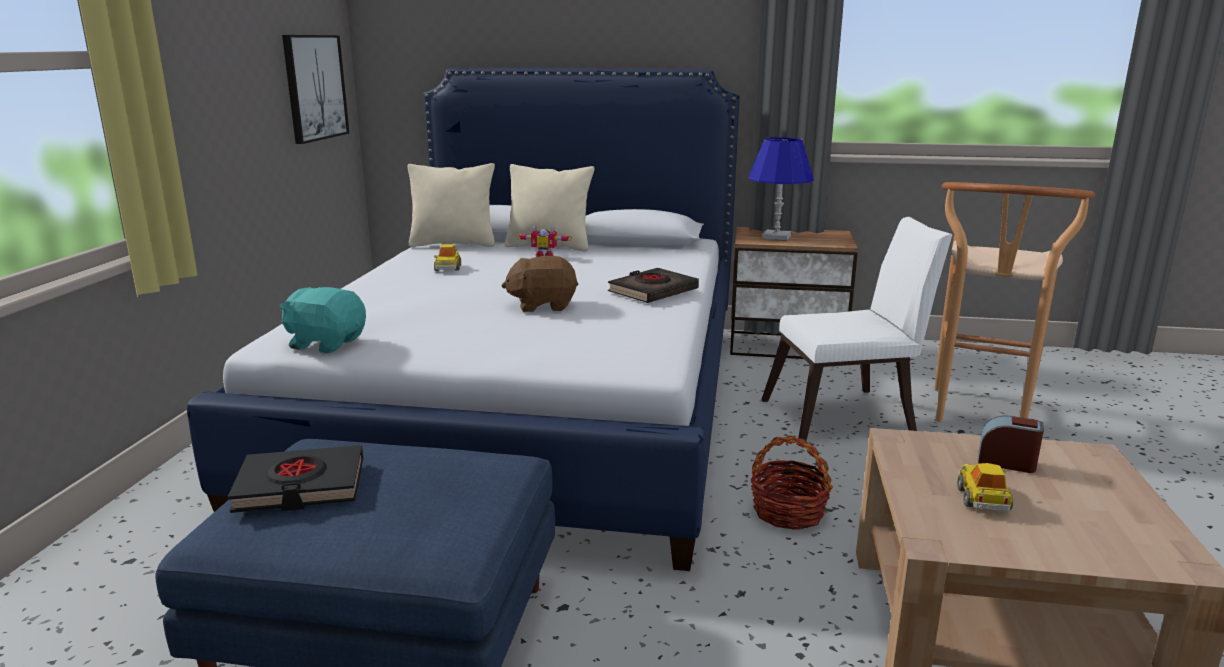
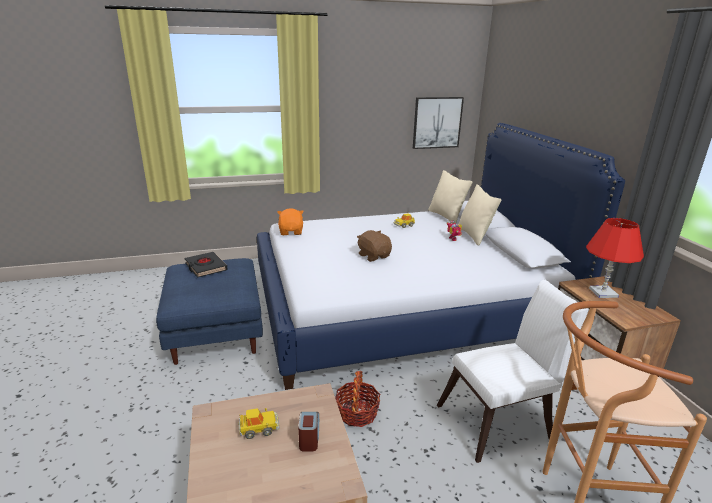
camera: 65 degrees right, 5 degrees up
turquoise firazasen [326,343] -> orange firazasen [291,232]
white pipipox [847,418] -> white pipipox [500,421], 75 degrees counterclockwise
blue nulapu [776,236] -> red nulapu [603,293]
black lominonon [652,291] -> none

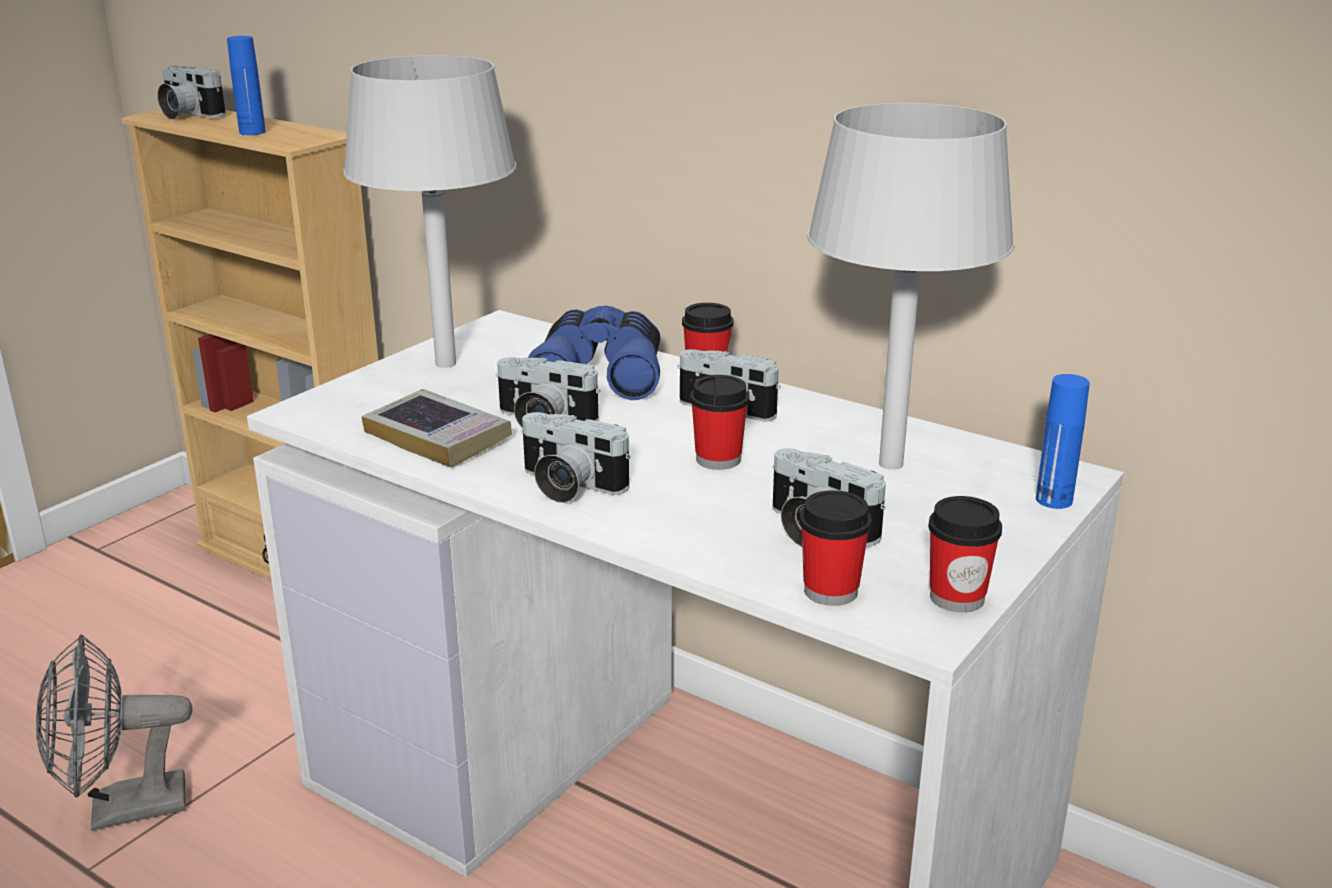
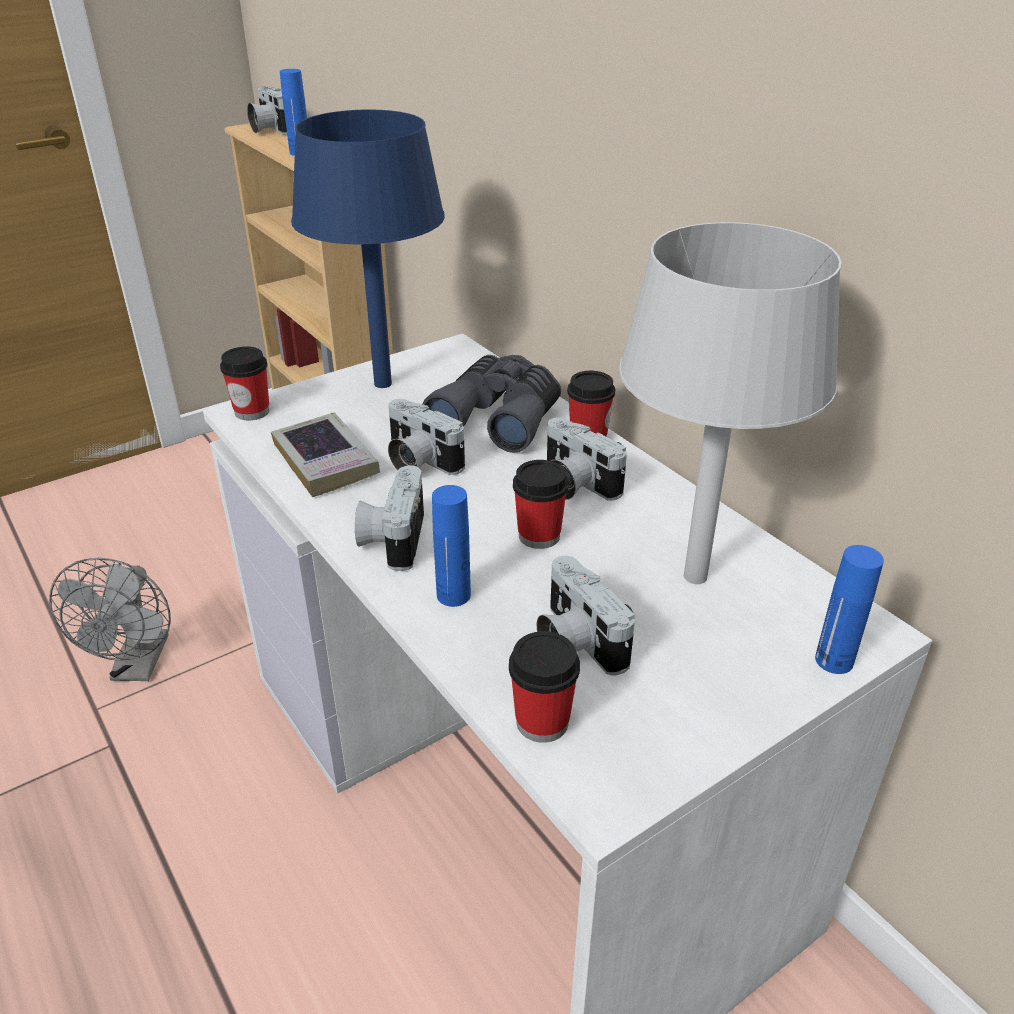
camera: 20 degrees right, 10 degrees up
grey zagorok [122,810] -> grey zagorok [138,667], 90 degrees counterclockwise
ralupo [957,597] -> ralupo [252,411], moved
grey nulapu [446,364] -> blue nulapu [383,384]
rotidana [567,486] -> rotidana [392,538], 45 degrees clockwise
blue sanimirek [600,373] -> grey sanimirek [500,417]
none -> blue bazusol [453,595]

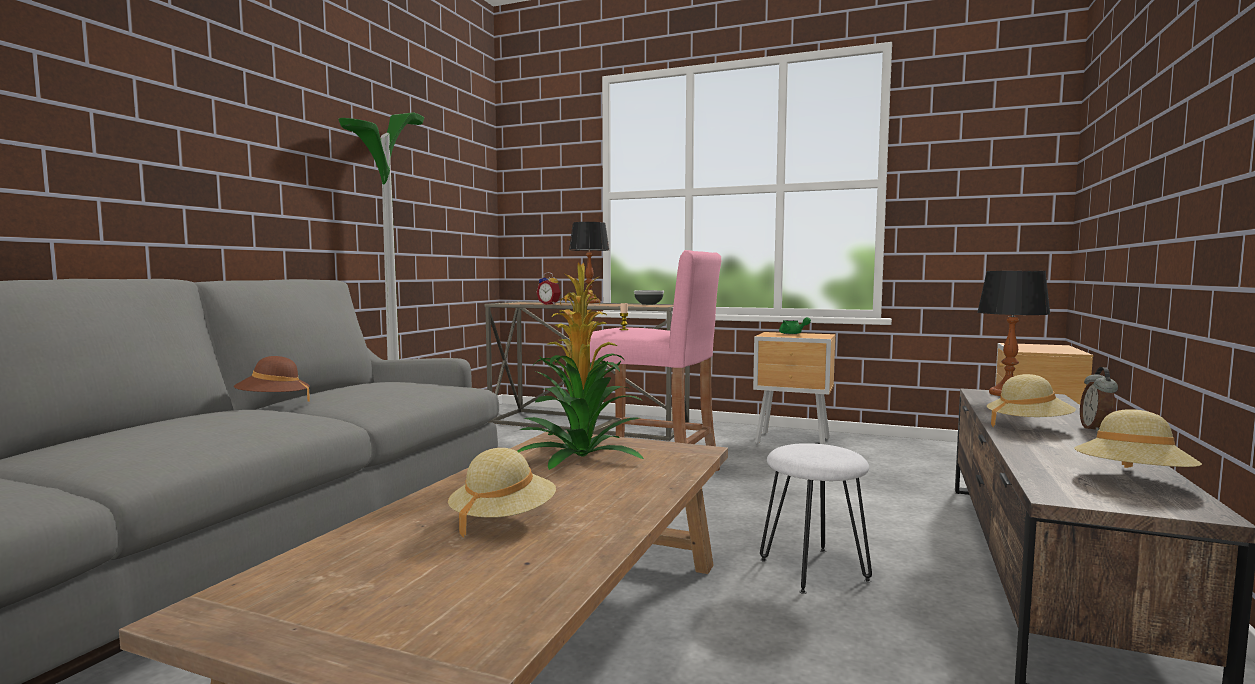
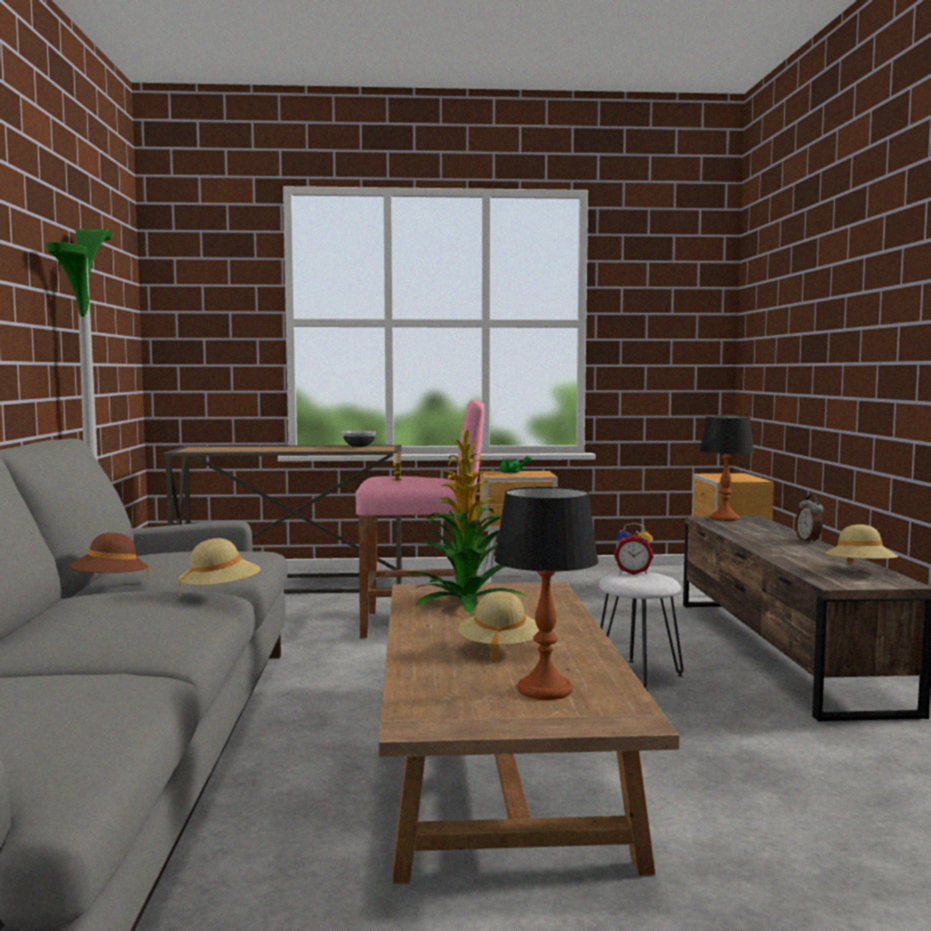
camera: 25 degrees left, 0 degrees up
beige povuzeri [1028,426] -> beige povuzeri [220,593], moved
nulapu [589,302] -> nulapu [544,690], moved
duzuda [549,304] -> duzuda [633,572], moved

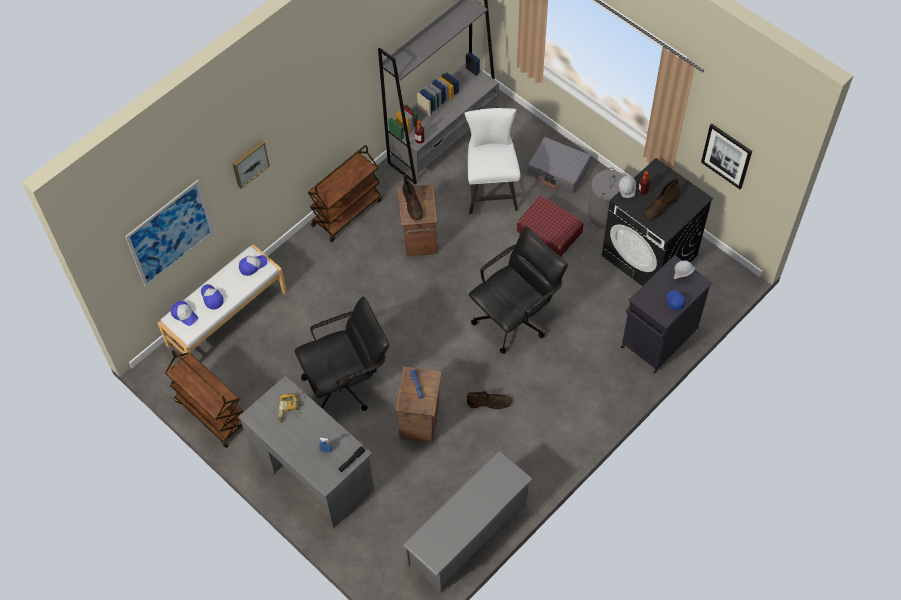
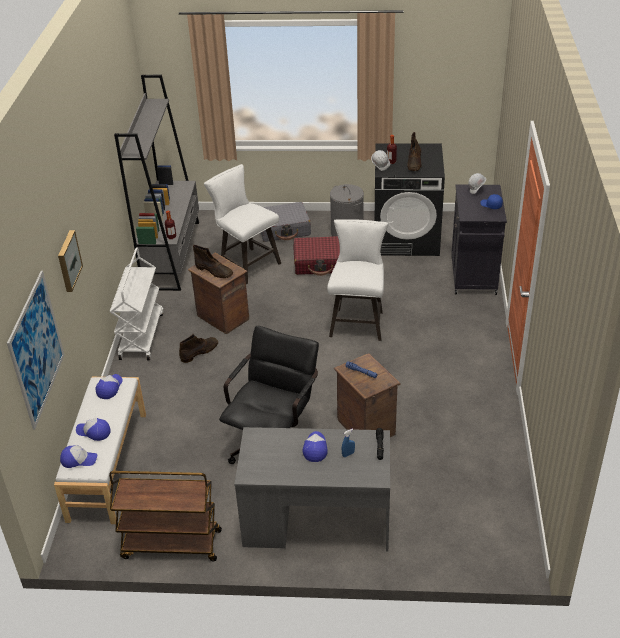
camera: 40 degrees left, 20 degrees down
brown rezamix [347,212] -> white rezamix [141,335]
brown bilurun [489,403] -> brown bilurun [199,352], moved
none -> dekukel [315,448]
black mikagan [515,317] -> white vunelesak [358,321]
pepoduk [290,409] -> none
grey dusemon [468,534] -> none
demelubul [726,156] -> none

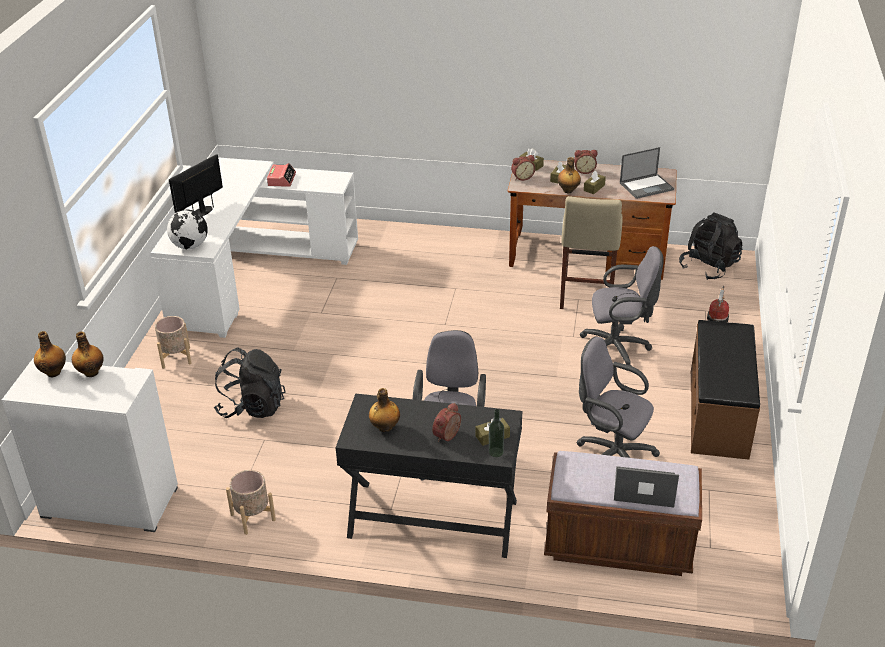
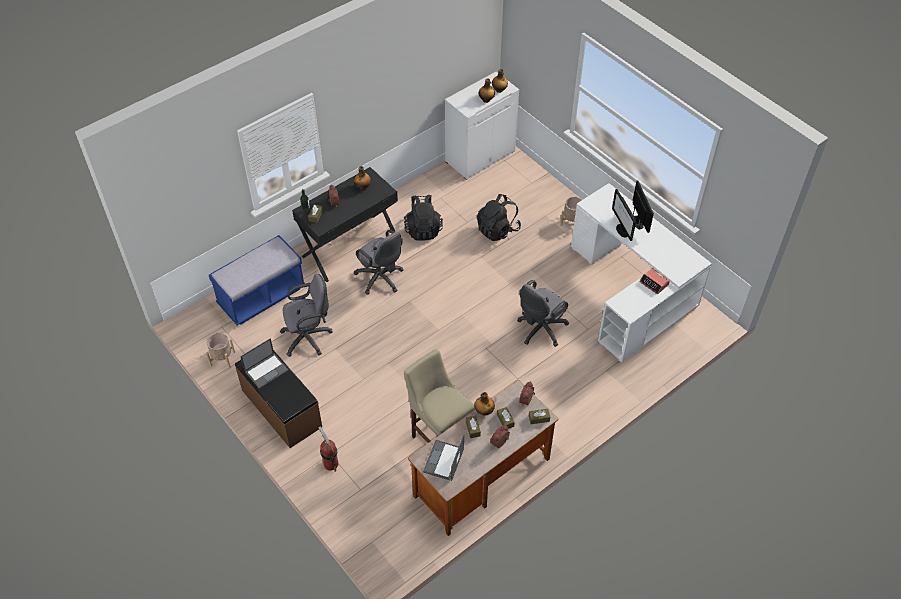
camera: 130 degrees right, 15 degrees up
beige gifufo [252,517] -> beige gifufo [222,358], moved
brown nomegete [618,545] -> blue nomegete [261,296]
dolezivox [643,488] -> dolezivox [266,370], moved
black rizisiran [708,267] -> black rizisiran [423,229], moved
grey mikagan [618,349] -> grey mikagan [540,330], moved
none -> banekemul [621,230]
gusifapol [190,246] -> none

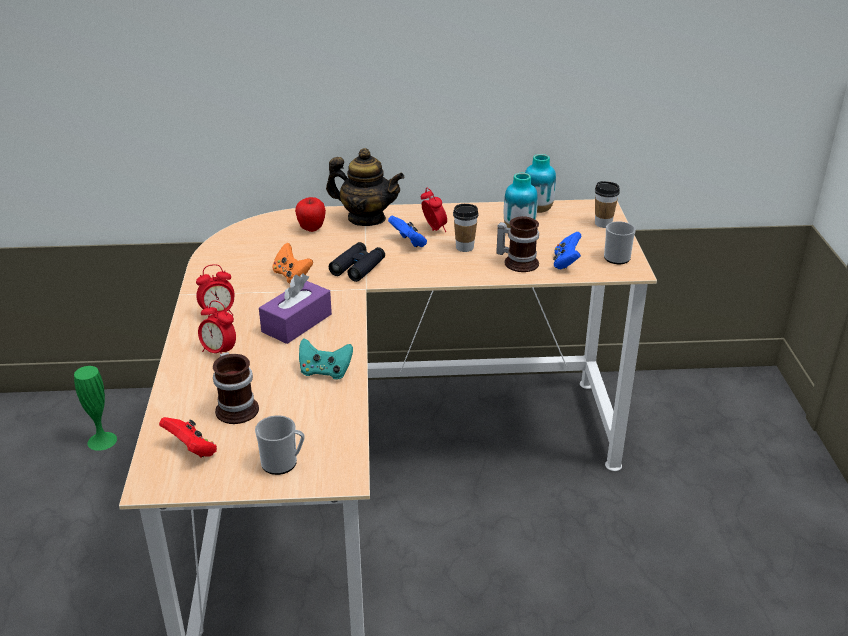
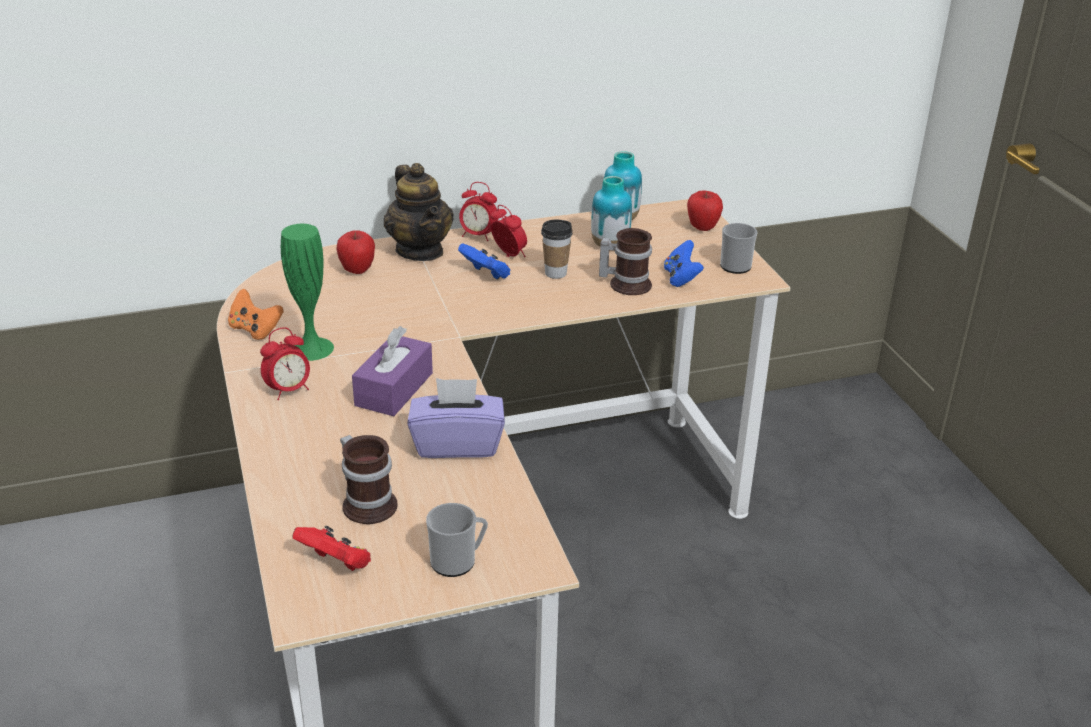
camera: 15 degrees left, 0 degrees up
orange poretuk [292,276] -> orange poretuk [255,330], moved
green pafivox [102,441] -> green pafivox [311,348], moved
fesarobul [366,219] -> fesarobul [420,251], 60 degrees clockwise
turquoise poretuk [325,372] -> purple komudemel [457,444]
duzuda [219,352] -> duzuda [478,235], moved
ralupo [603,224] -> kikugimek [702,228]
black sanimirek [358,267] -> none

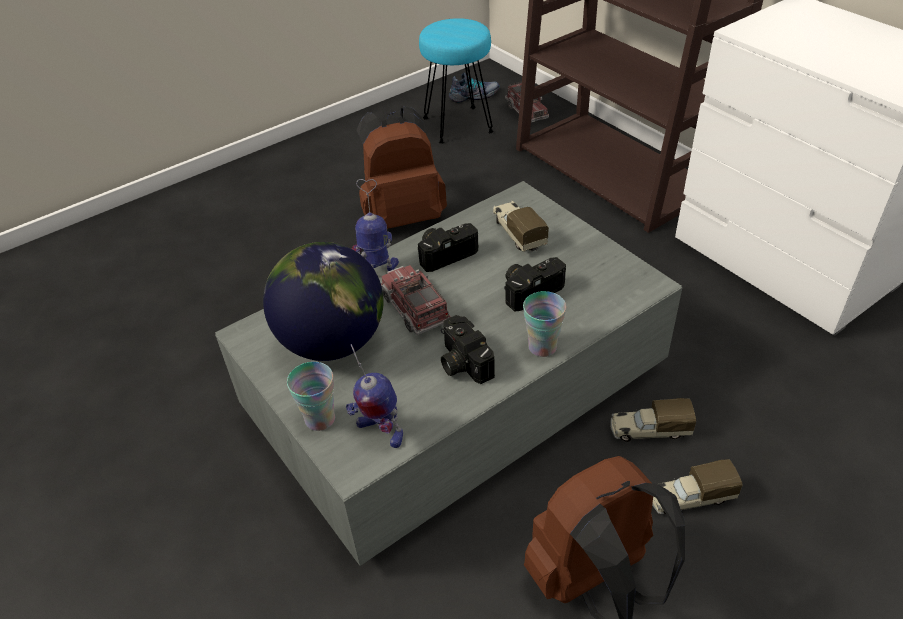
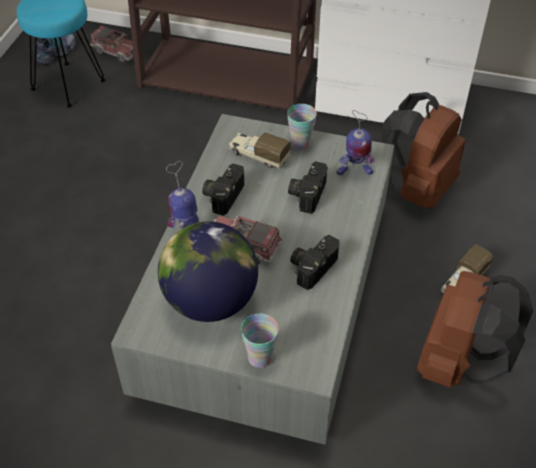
camera: 40 degrees left, 5 degrees up
ralupo [542,347] -> ralupo [300,144], moved
rotidana [461,362] -> rotidana [312,266], 105 degrees clockwise
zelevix [379,431] -> zelevix [354,171], moved
brown rizisiran [403,216] -> brown rizisiran [418,188], moved
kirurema [648,430] -> none

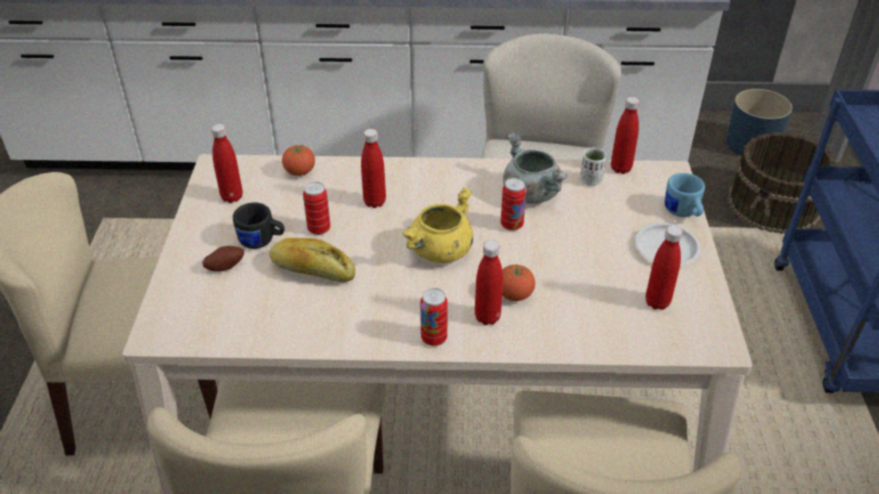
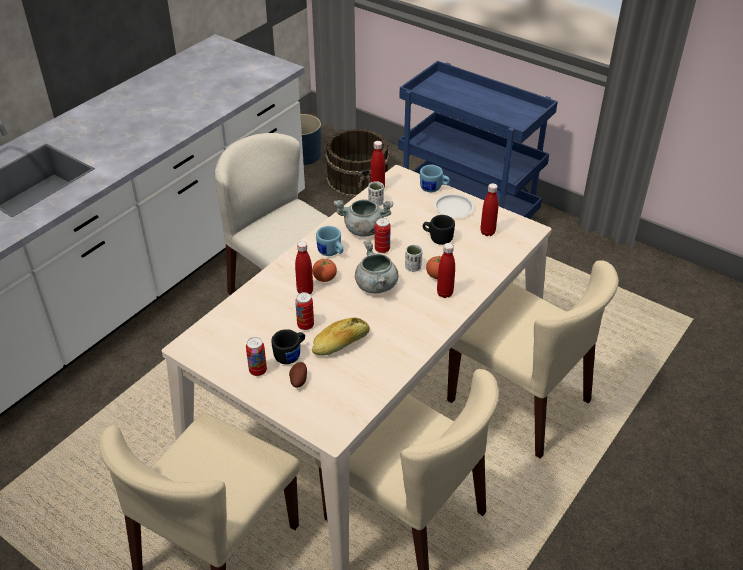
camera: 55 degrees left, 0 degrees up
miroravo [434,338] -> miroravo [258,371], moved
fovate [300,172] -> fovate [324,278], moved
none -> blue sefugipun [331,253]
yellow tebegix [440,251] -> grey tebegix [376,286]
none -> white ralupo [413,267]
none -> black sefugipun [437,238]
red bazusol [232,197] -> none

